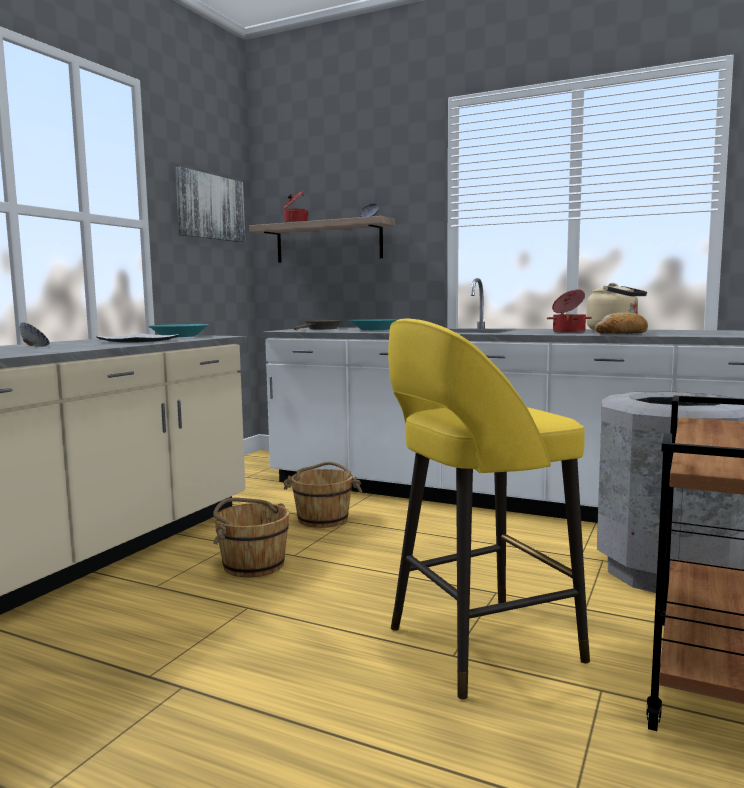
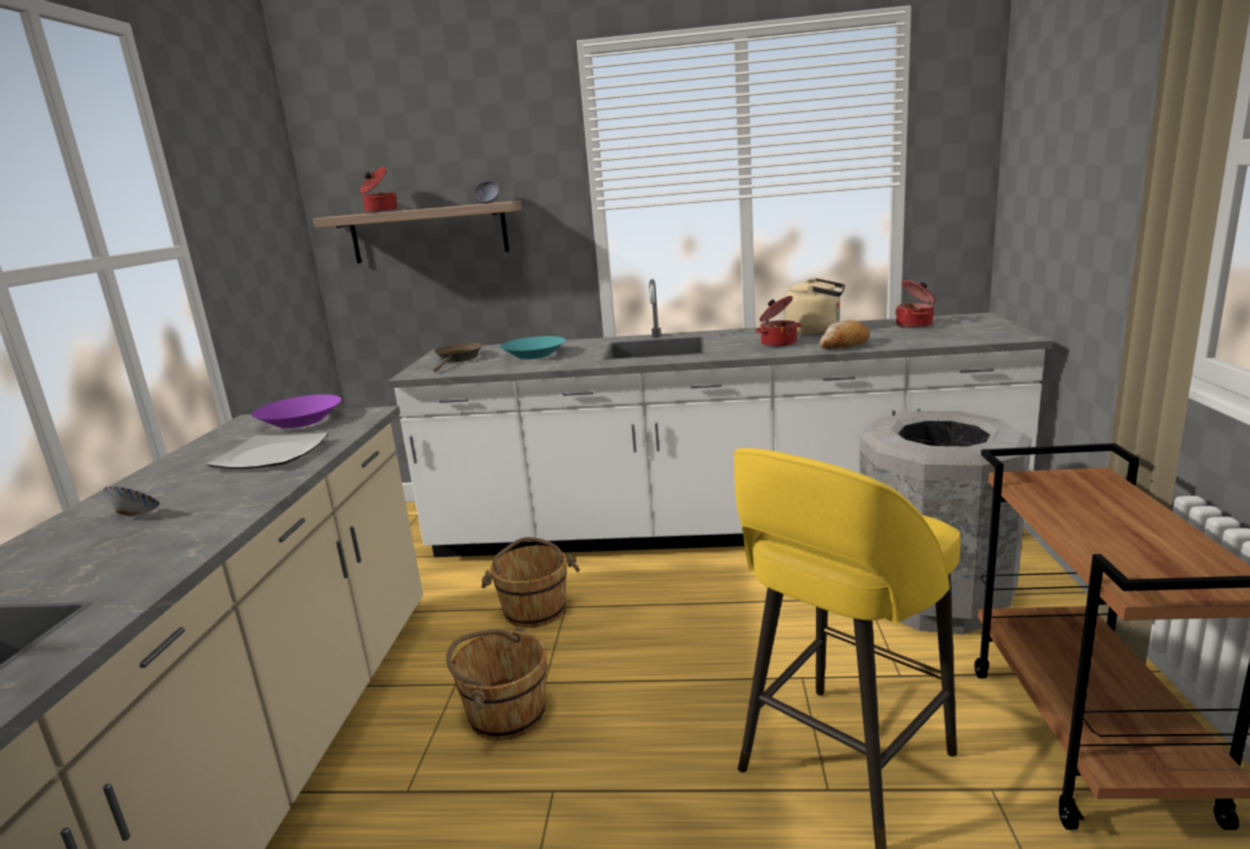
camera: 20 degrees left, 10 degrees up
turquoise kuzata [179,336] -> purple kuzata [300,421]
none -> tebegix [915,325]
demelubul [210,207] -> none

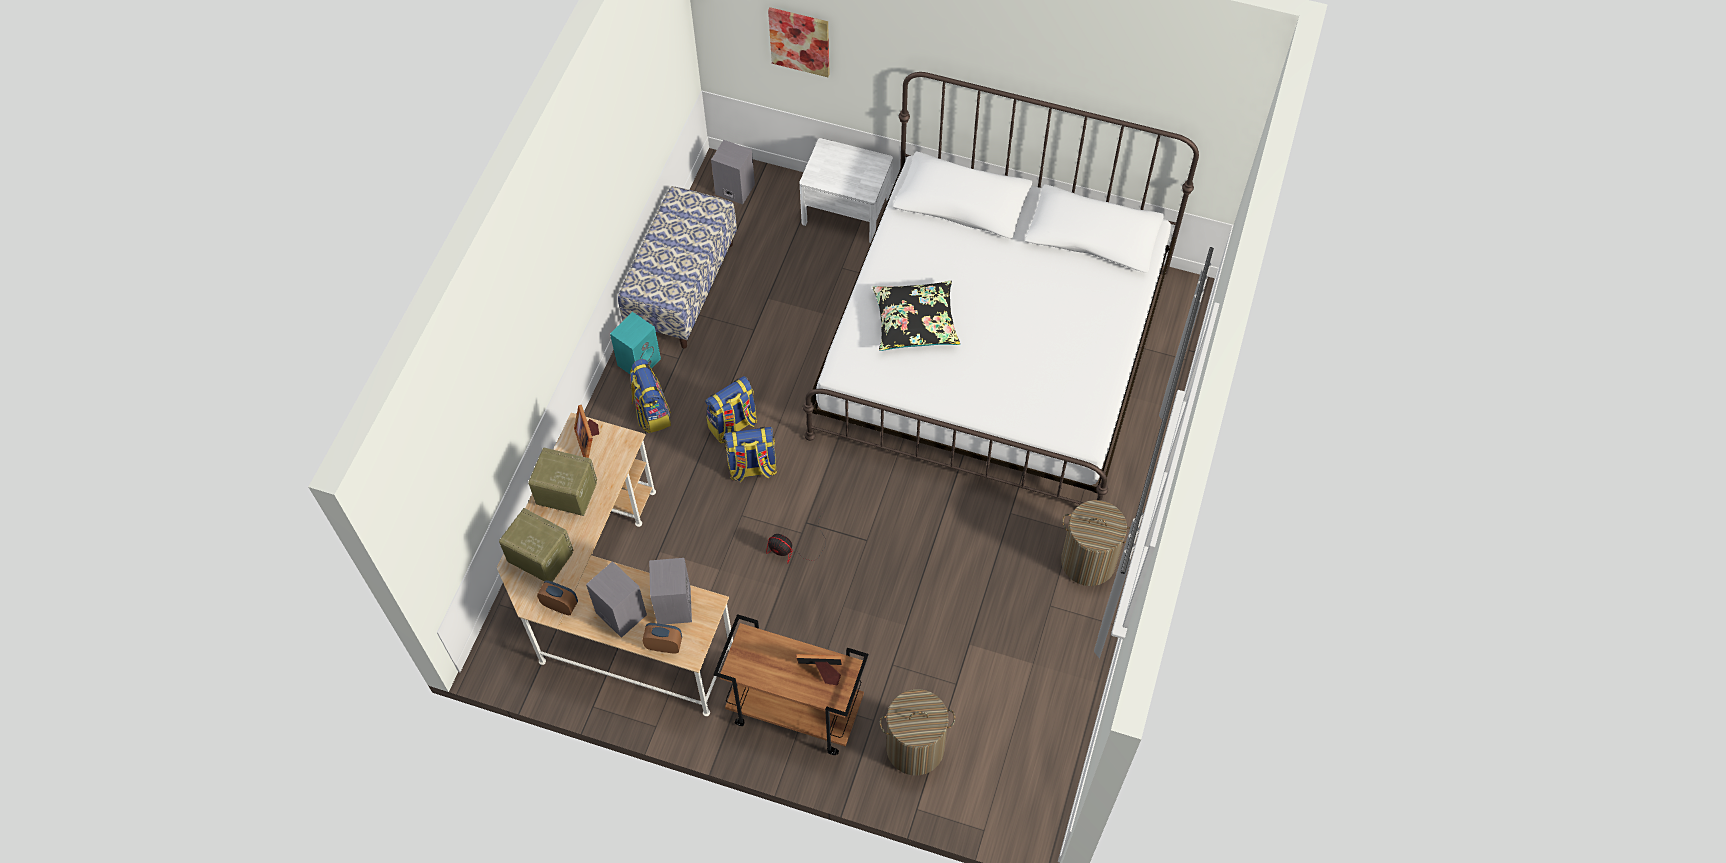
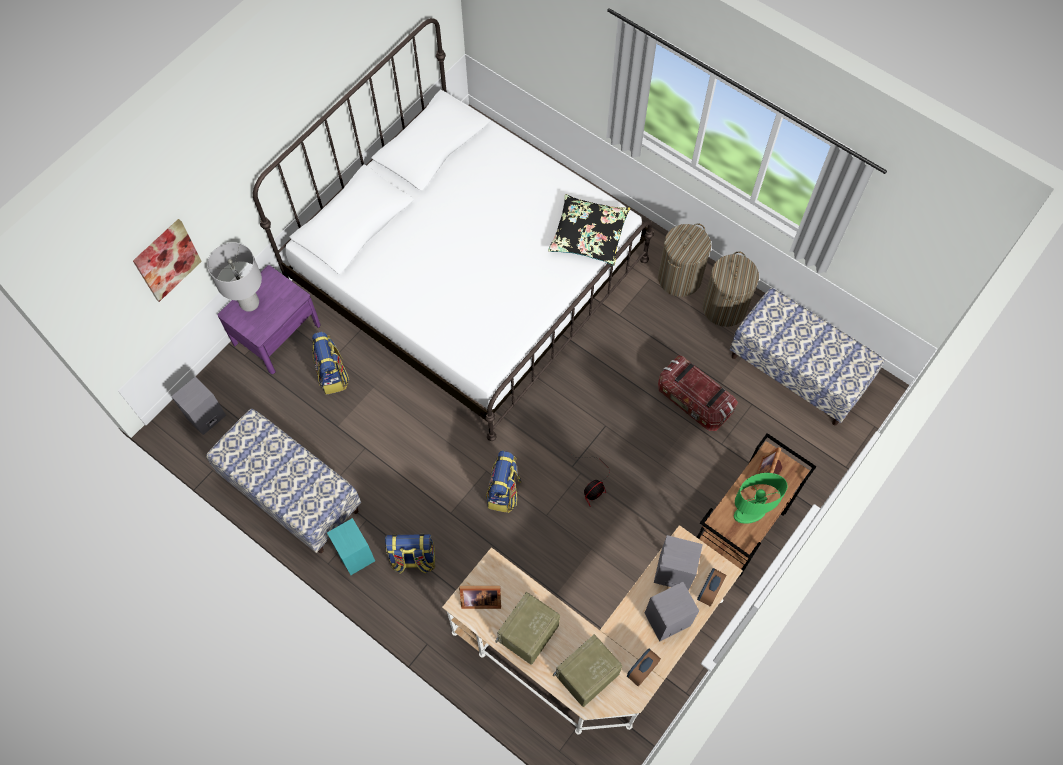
camera: 70 degrees left, 5 degrees up
none -> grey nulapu [250,303]
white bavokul [847,211] -> purple bavokul [276,334]
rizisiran [733,425] -> rizisiran [333,375], moved
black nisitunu [915,322] -> black nisitunu [588,235], moved
none -> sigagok [693,401]
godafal [915,748] -> godafal [724,307], moved
none -> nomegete [797,371]
none -> green nulapu [749,513]

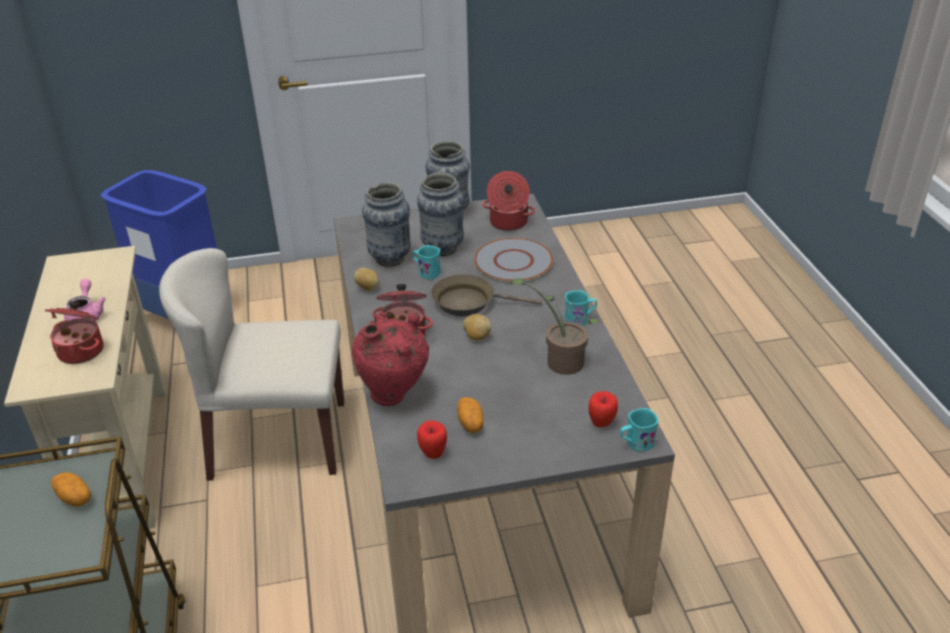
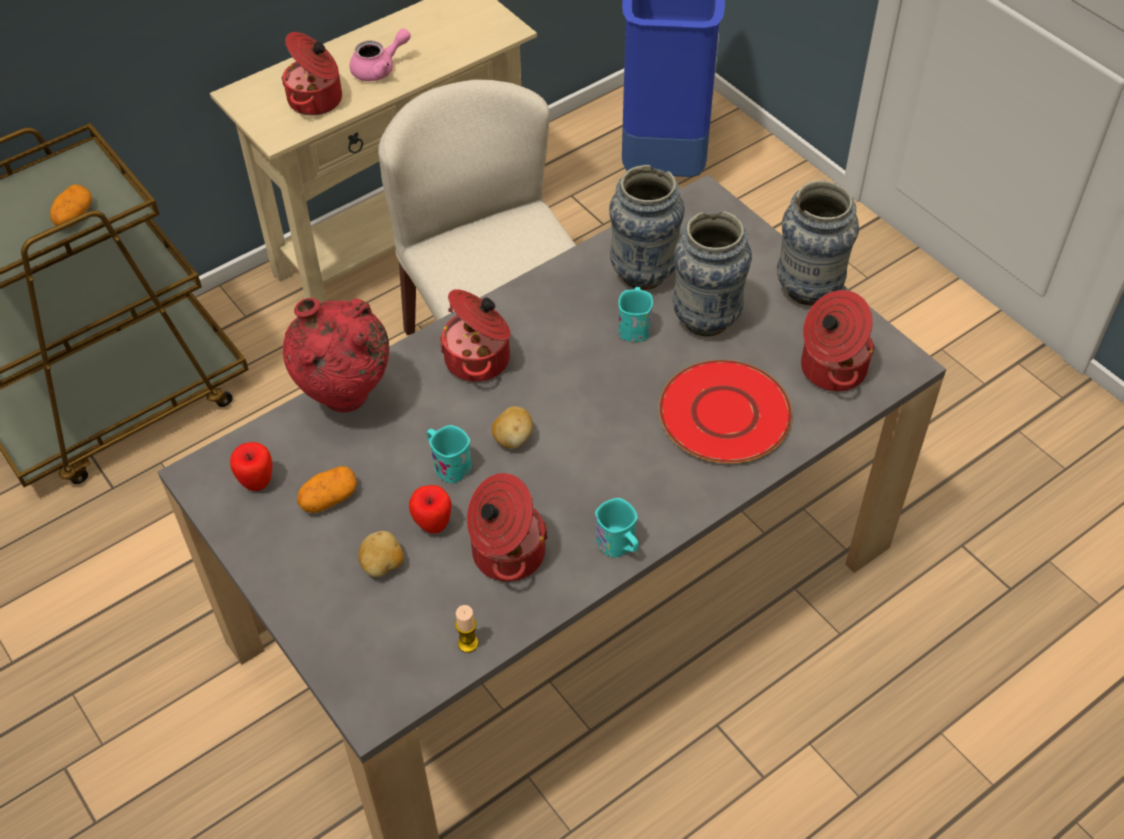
camera: 65 degrees right, 15 degrees up
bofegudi [368,288] -> bofegudi [383,565], moved
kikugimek [601,423] -> kikugimek [433,525], moved
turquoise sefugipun [635,444] -> turquoise sefugipun [448,464], moved
none -> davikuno [468,643]
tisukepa [560,361] -> tebegix [506,553]
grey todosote [513,262] -> red todosote [723,414]
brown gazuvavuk [469,302] -> none

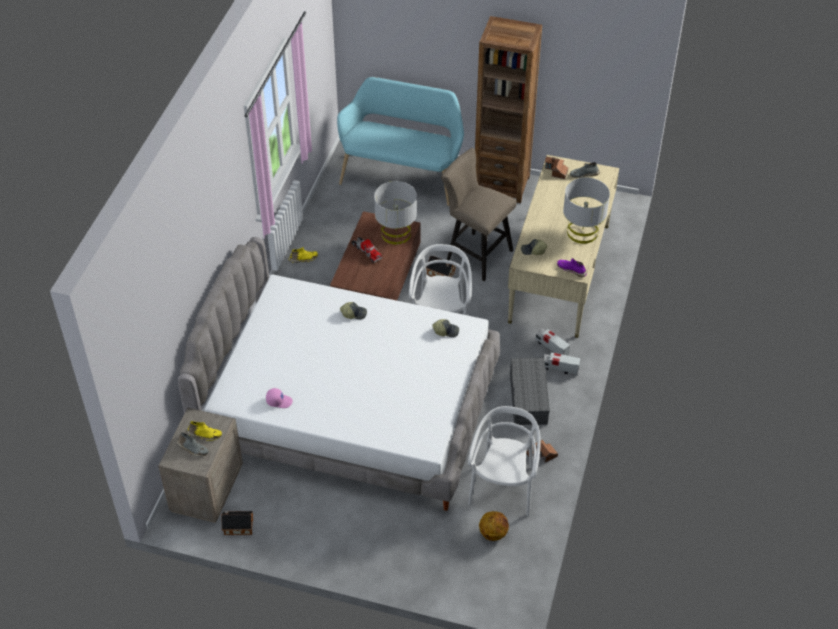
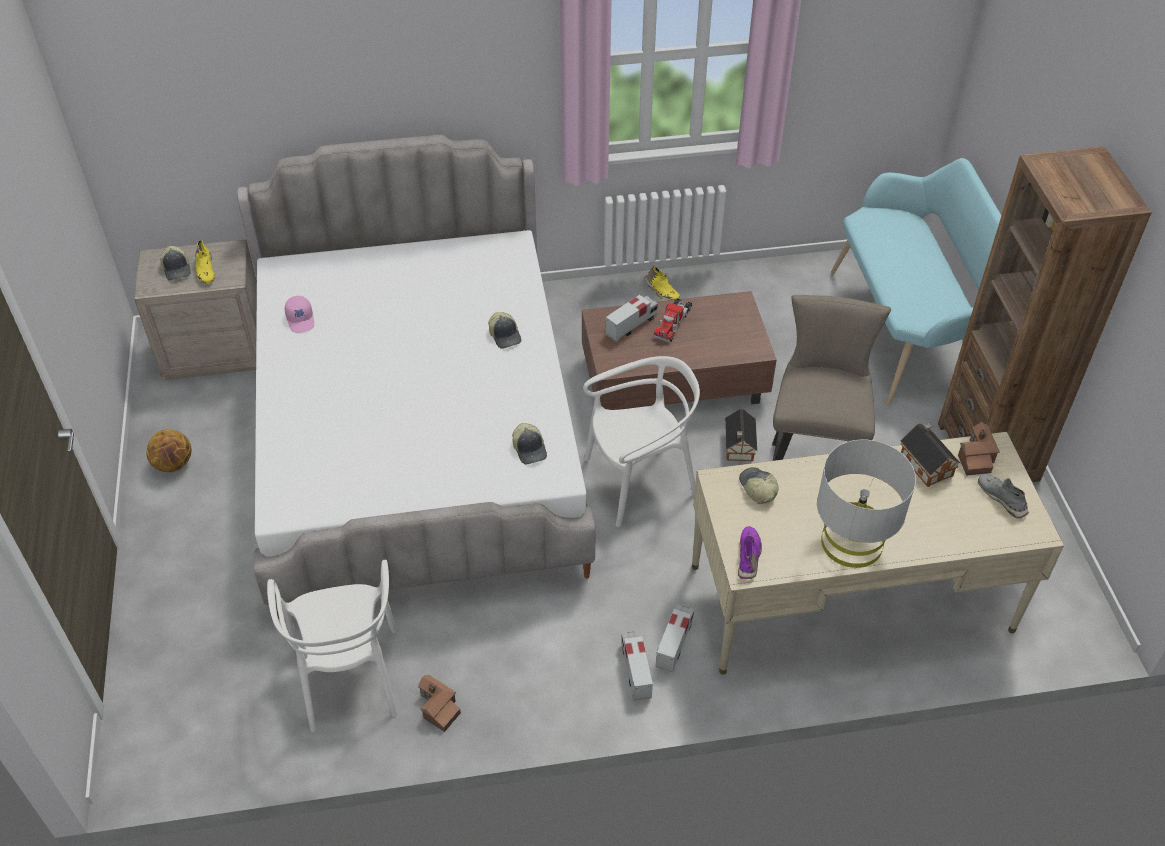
camera: 65 degrees right, 0 degrees up
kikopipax [493,533] -> kikopipax [174,464], moved
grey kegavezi [192,449] -> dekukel [177,268]
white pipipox [503,487] -> white pipipox [349,677], 90 degrees clockwise
none -> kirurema [631,325]
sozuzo [237,526] -> sozuzo [925,463], moved
grey nulapu [396,234] -> none
grey sigagok [527,397] -> none

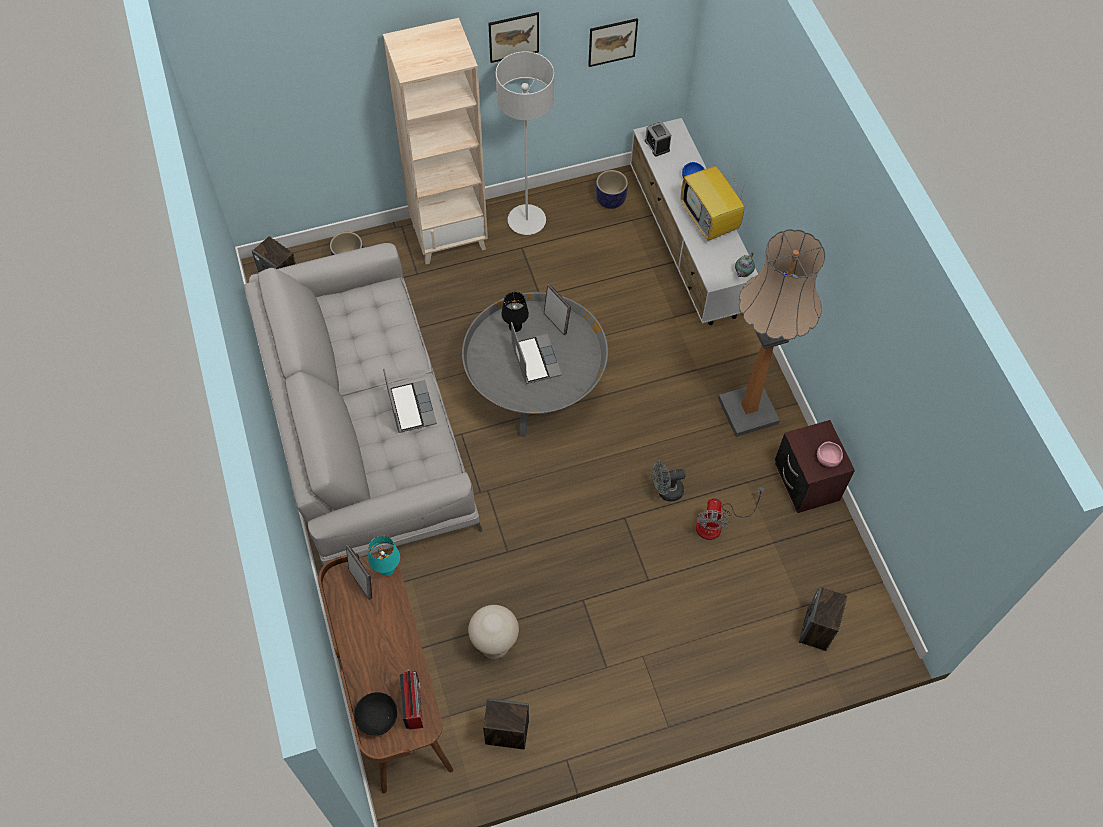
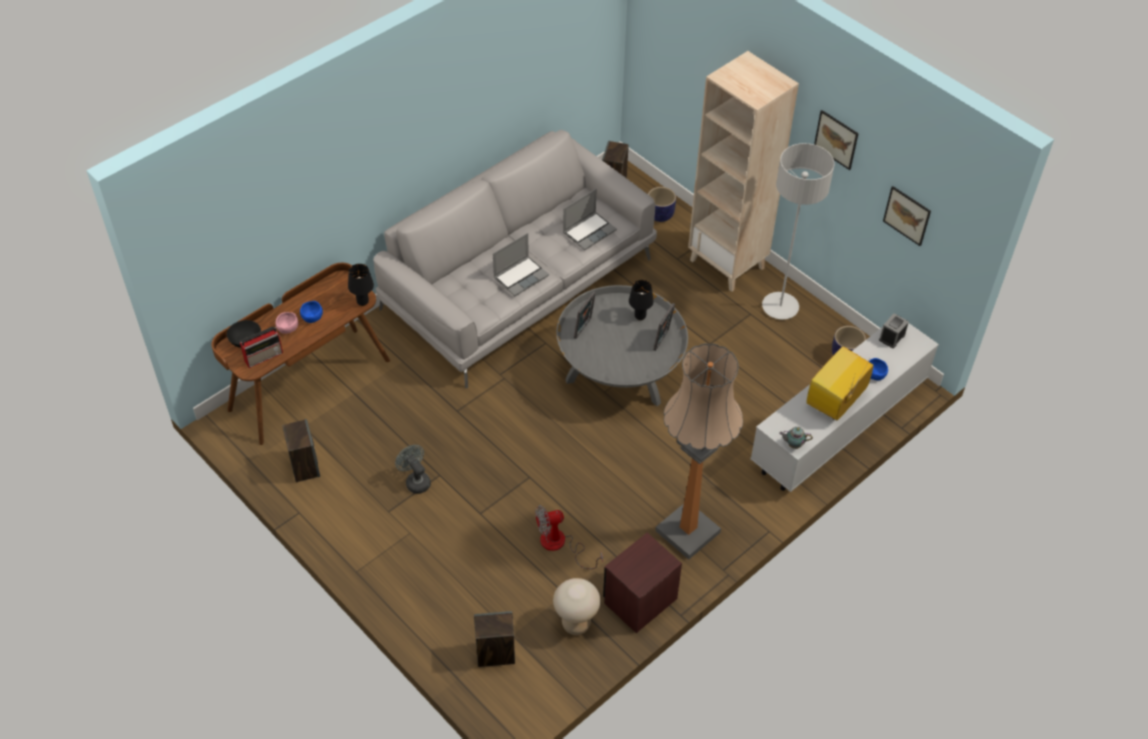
camera: 65 degrees right, 10 degrees down
pink kuzata [828,459] -> pink kuzata [287,328], moved
none -> blue kuzata [312,317]
turquoise nulapu [386,569] -> black nulapu [362,301]
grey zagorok [666,491] -> grey zagorok [415,481], moved
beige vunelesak [495,646] -> beige vunelesak [576,624], moved
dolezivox [535,359] -> dolezivox [589,231], moved
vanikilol [362,582] -> vanikilol [584,329], moved

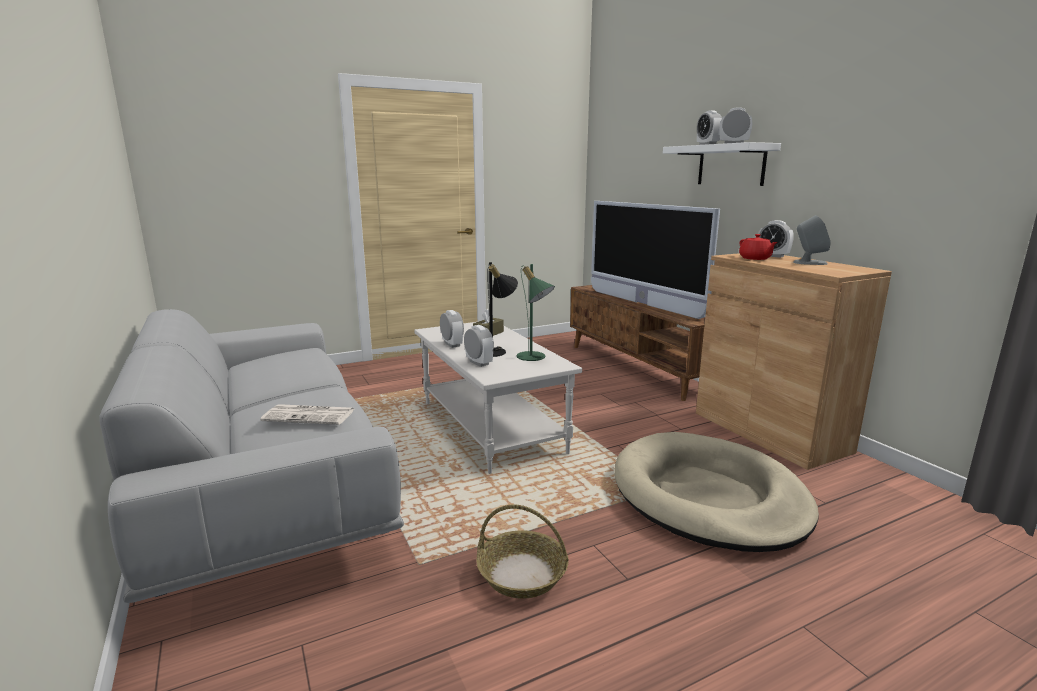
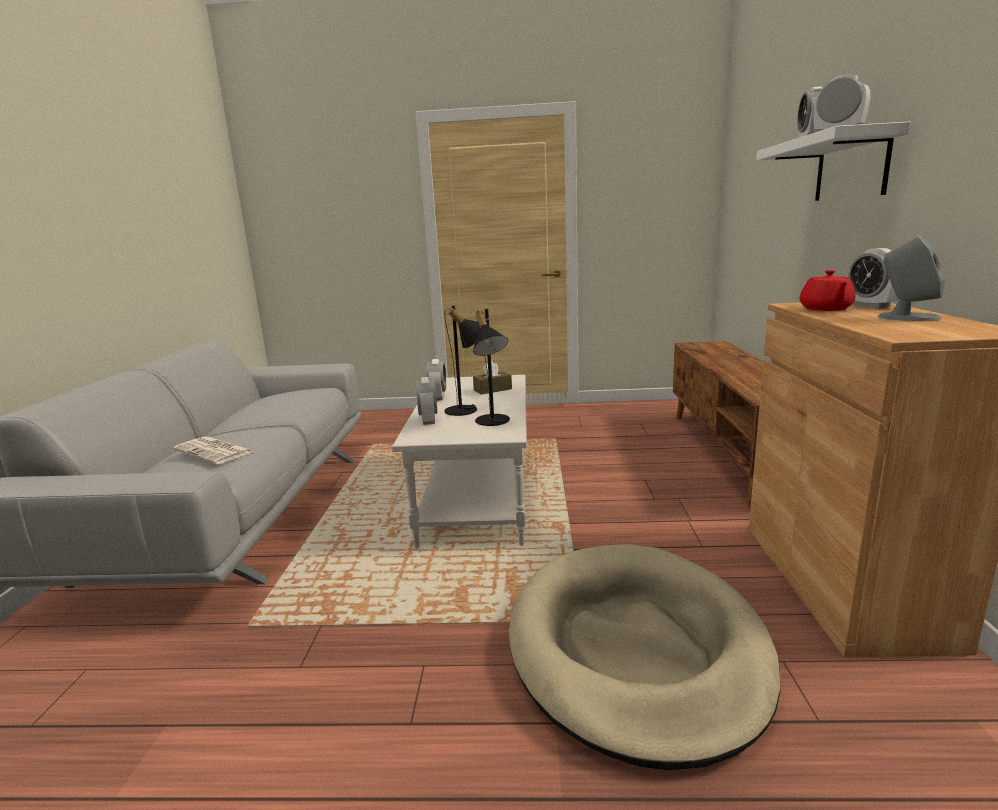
camera: 30 degrees right, 0 degrees up
green nulapu [534,358] -> black nulapu [493,422]
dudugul [521,574] -> none
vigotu [643,304] -> none

